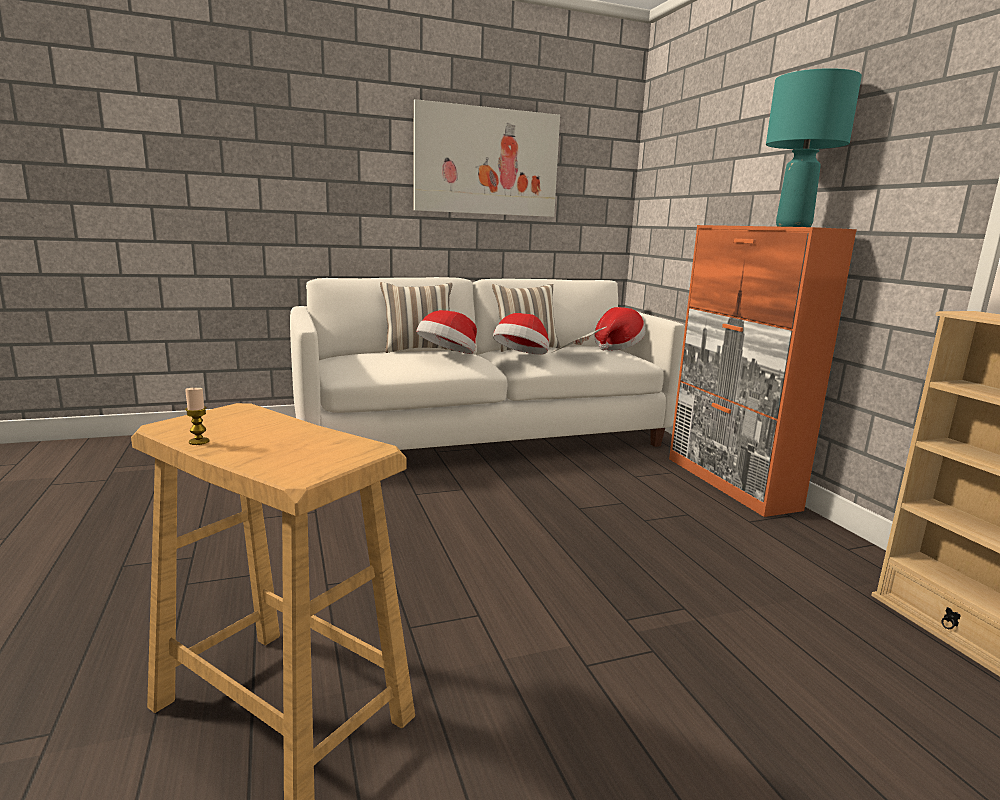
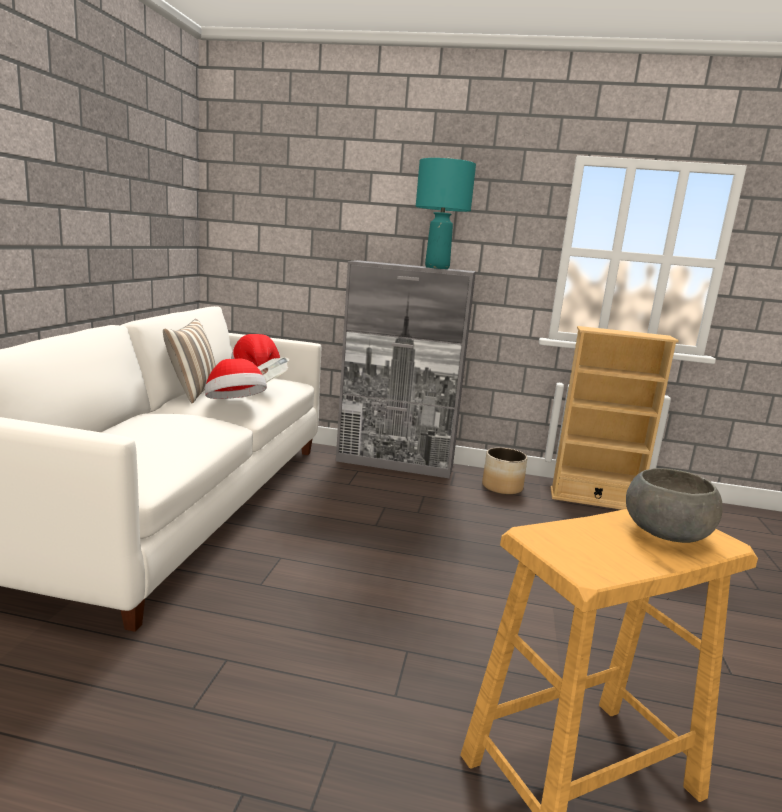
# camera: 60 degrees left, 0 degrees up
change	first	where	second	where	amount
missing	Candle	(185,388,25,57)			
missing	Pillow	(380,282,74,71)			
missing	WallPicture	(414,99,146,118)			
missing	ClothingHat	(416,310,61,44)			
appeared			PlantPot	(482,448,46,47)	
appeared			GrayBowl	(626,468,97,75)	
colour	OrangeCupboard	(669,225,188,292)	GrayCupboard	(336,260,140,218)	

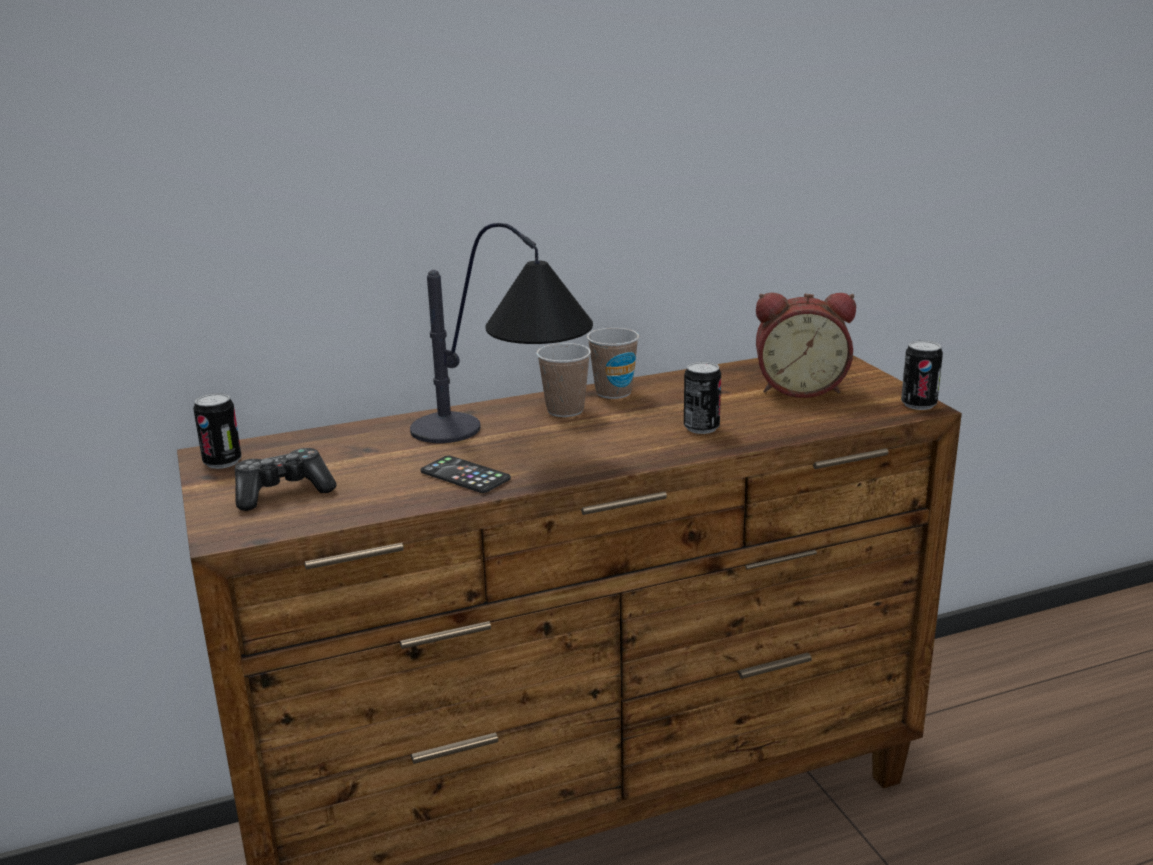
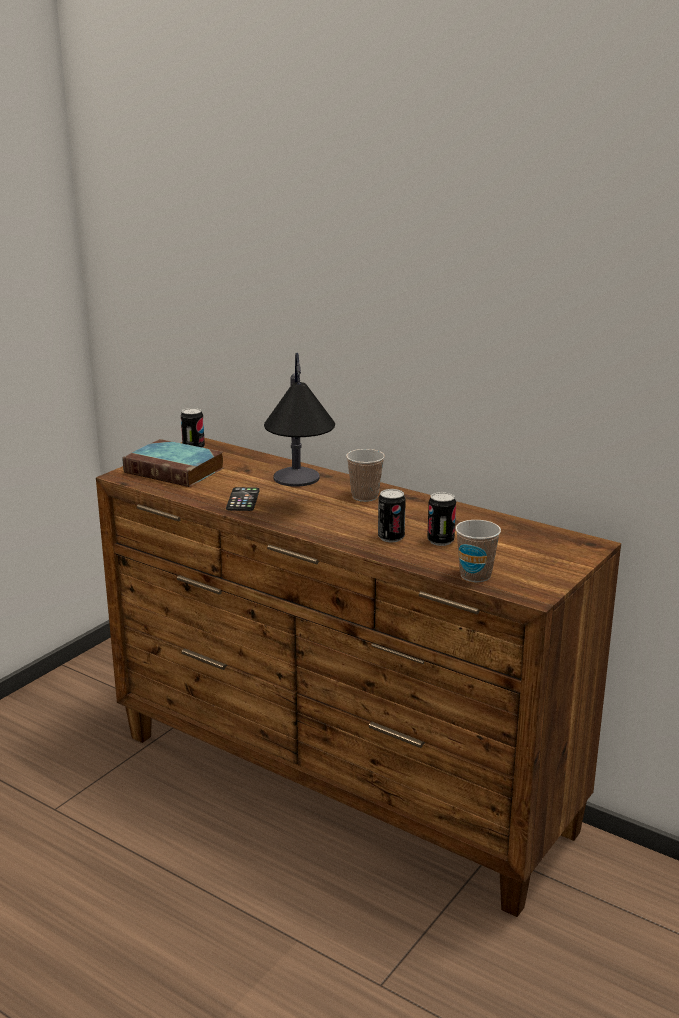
# camera: 55 degrees right, 0 degrees up
change	first	where	second	where	amount
missing	BedsideClock	(756,293,100,105)			
relocated	SmallCup	(587,328,52,71)		(455,520,46,62)	
relocated	MetalCan	(901,340,42,70)		(427,492,29,54)	
exchanged	GameController	(235,448,101,63)	BoundBook	(123,439,100,48)	

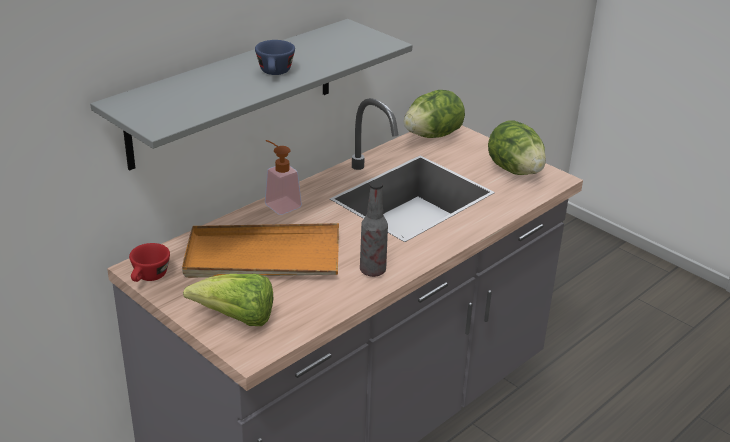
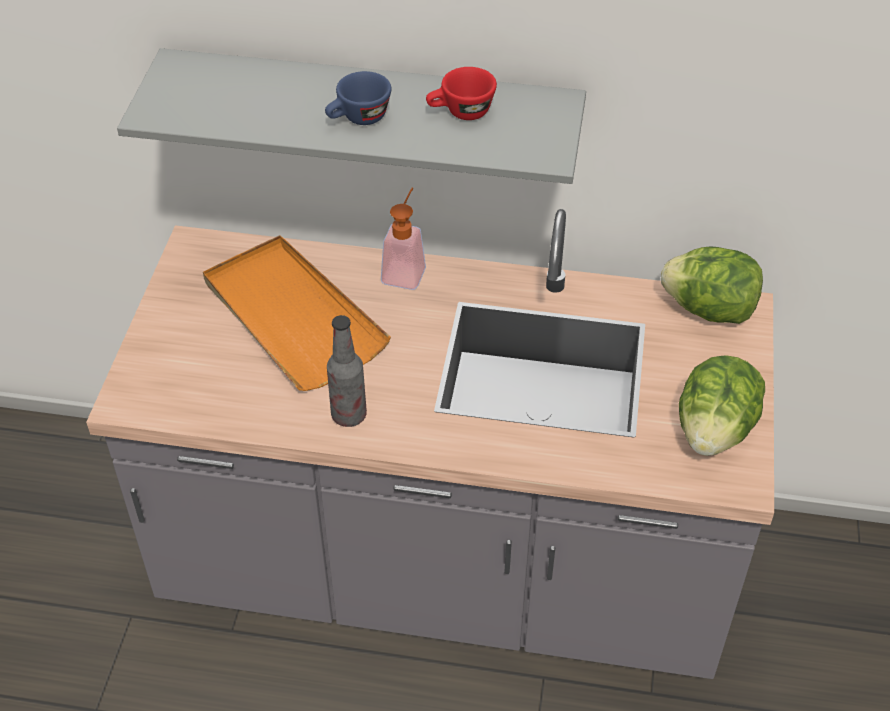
# camera: 55 degrees right, 15 degrees up
change	first	where	second	where	amount
missing	Lettuce	(183,274,90,52)			
relocated	ReddishSmallCup	(129,243,41,39)		(426,67,71,53)	

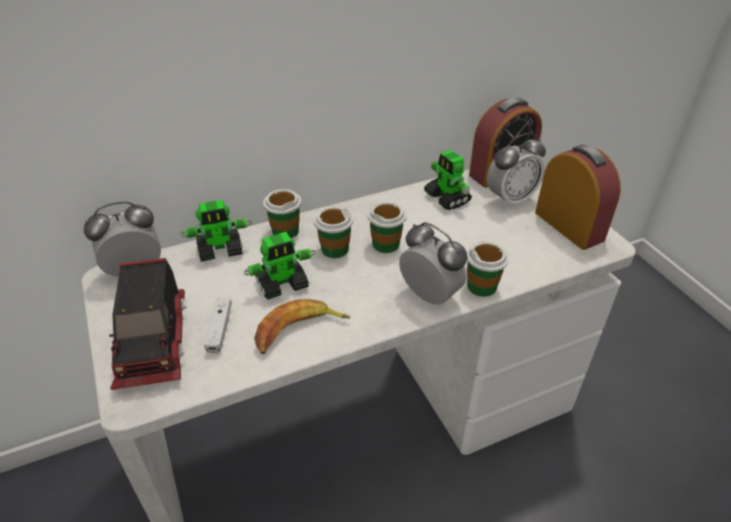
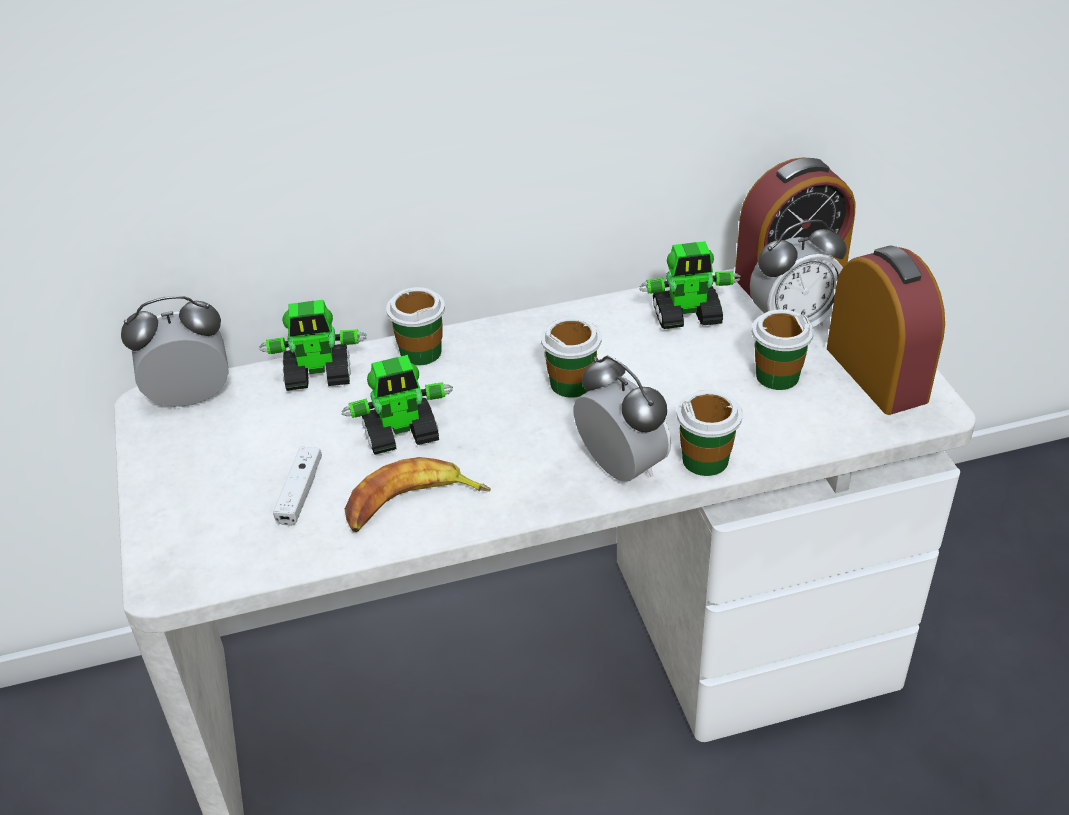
# camera: 10 degrees right, 0 degrees up
change	first	where	second	where	amount
missing	ModelTruck	(109,258,77,132)			
relocated	SmallCup	(314,206,39,52)		(752,309,62,81)	
spun	ToyRobot	(424,150,48,60)		(639,241,102,88)	75 degrees counterclockwise

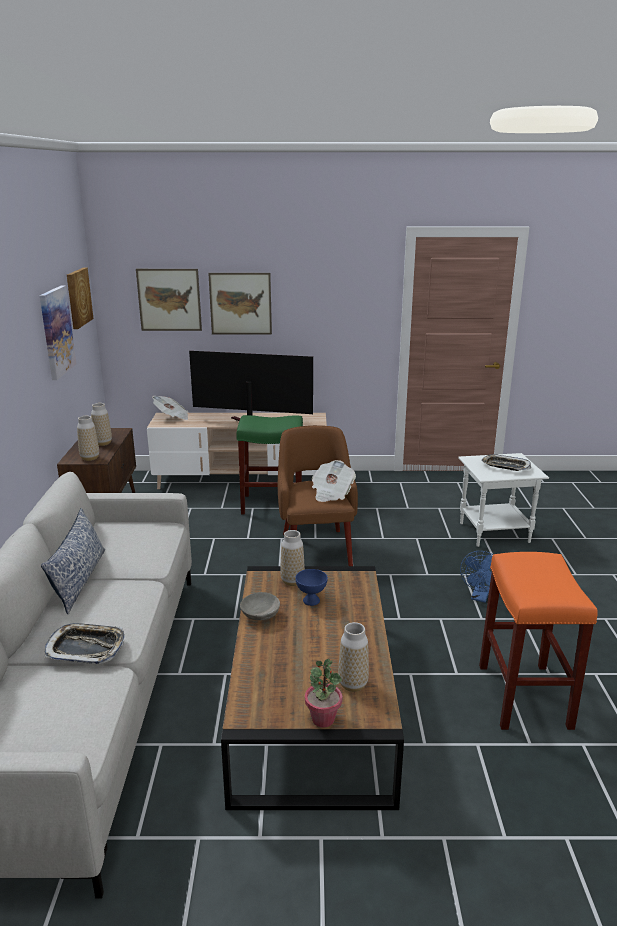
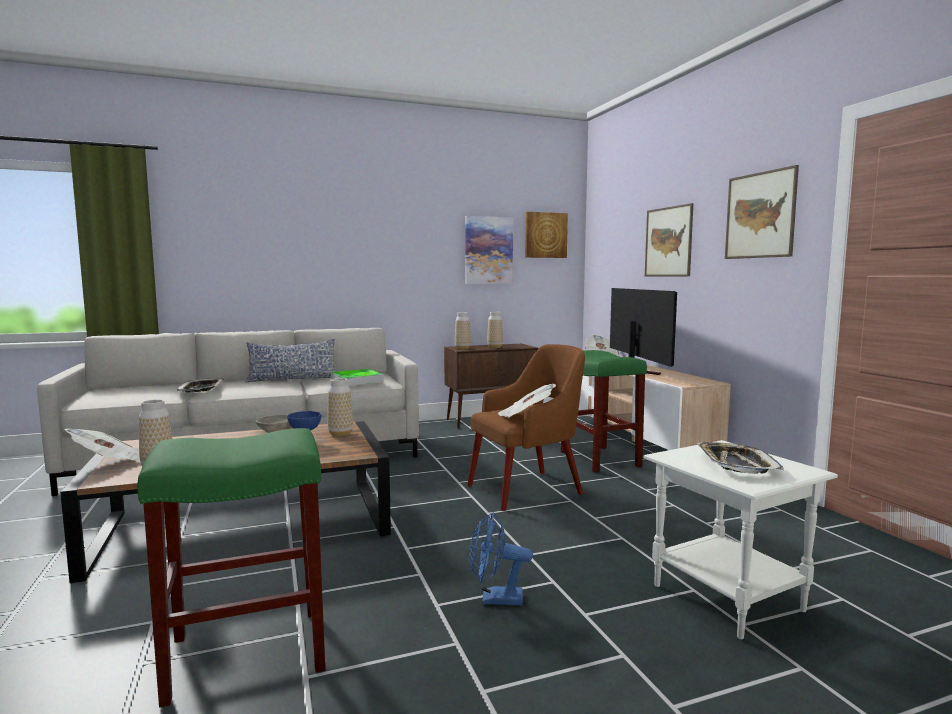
# camera: 70 degrees right, 15 degrees down
change	first	where	second	where	amount
appeared			ServingTray	(331,369,52,17)	
relocated	WallPicture	(136,269,66,62)		(725,165,74,94)	
exchanged	PlantInAPot	(305,659,37,69)	Newspaper	(65,429,75,33)	
colour	OrangeSittingStool	(479,552,119,178)	GreenColouredSittingStool	(137,428,188,279)	

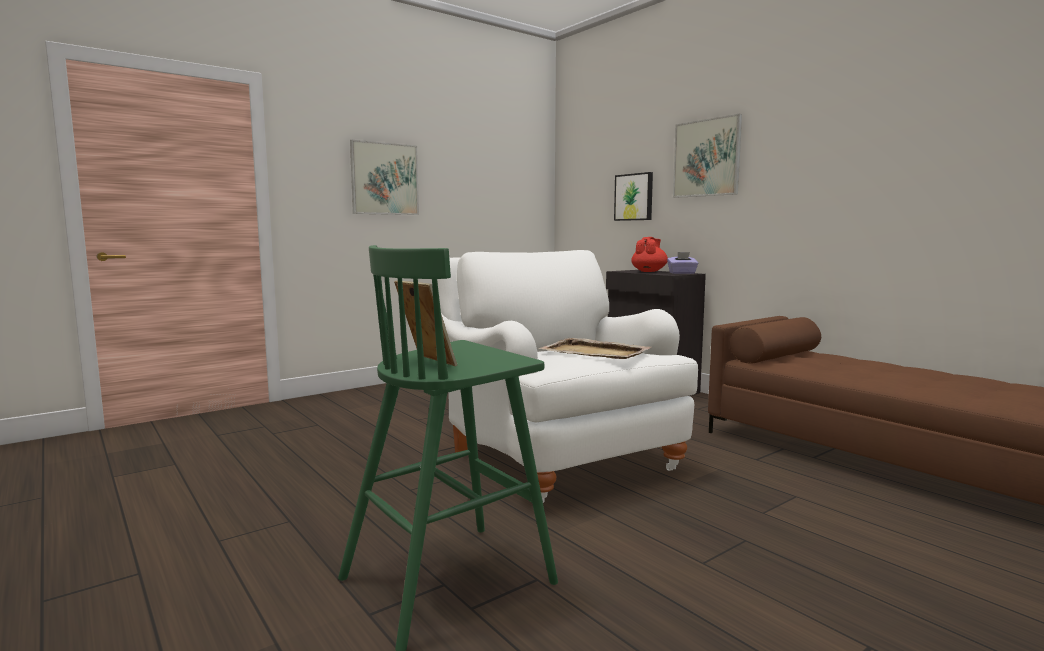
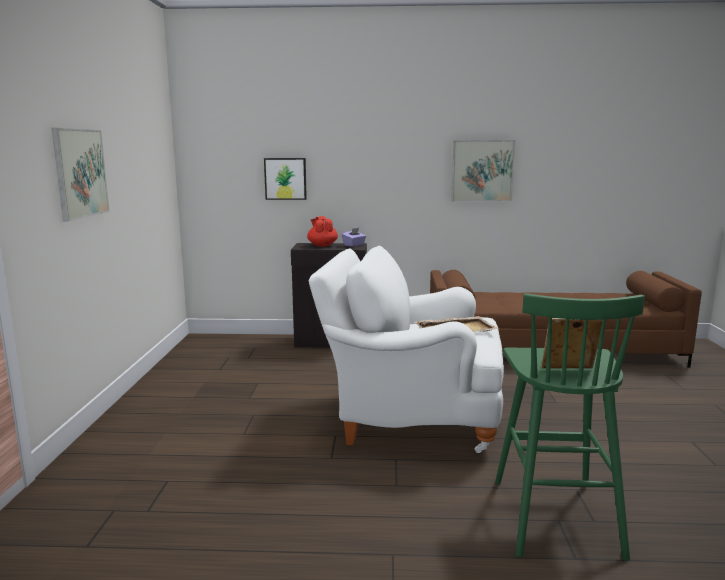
# camera: 50 degrees left, 5 degrees up
change	first	where	second	where	amount
relocated	WallPicture	(673,114,69,84)		(451,140,64,62)	

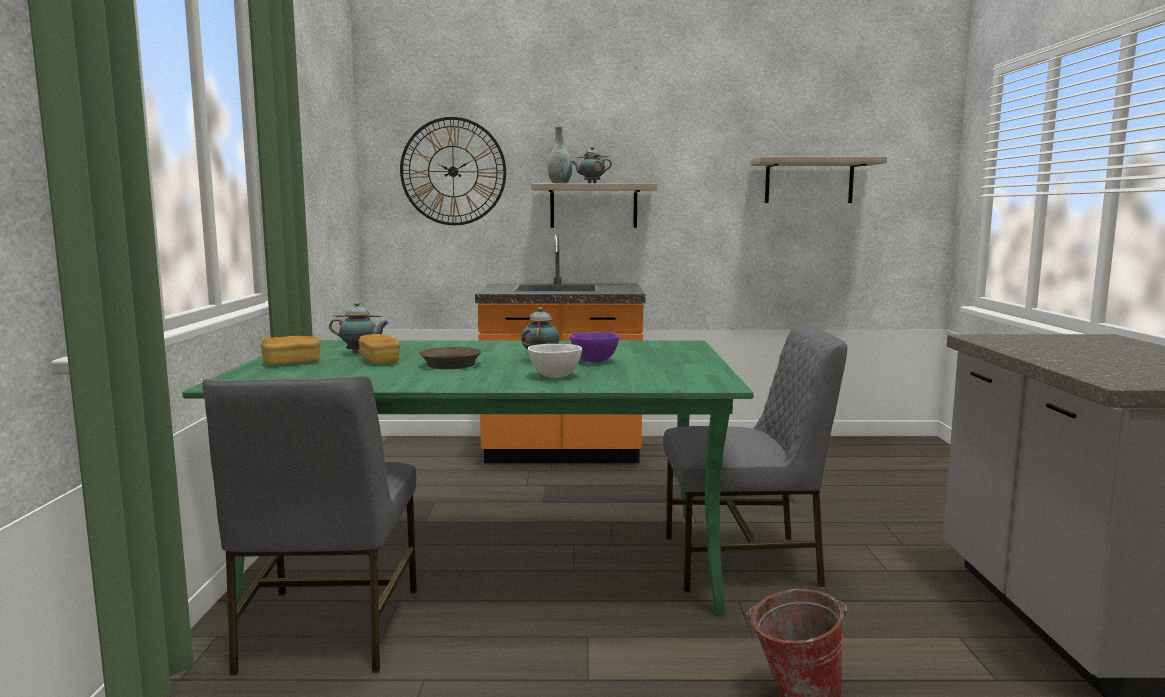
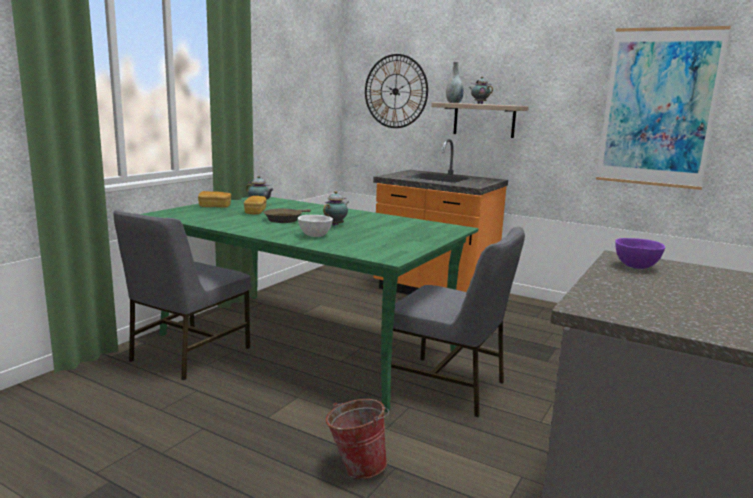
# camera: 30 degrees right, 5 degrees up
change	first	where	second	where	amount
relocated	PurpleBowl	(570,332,49,30)		(615,238,50,31)	
exchanged	Shelf	(750,157,137,46)	WallPicture	(596,26,135,164)	

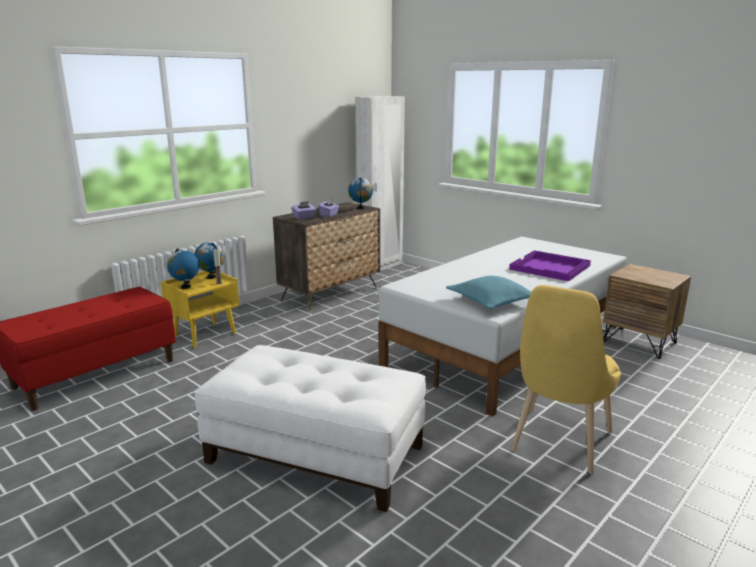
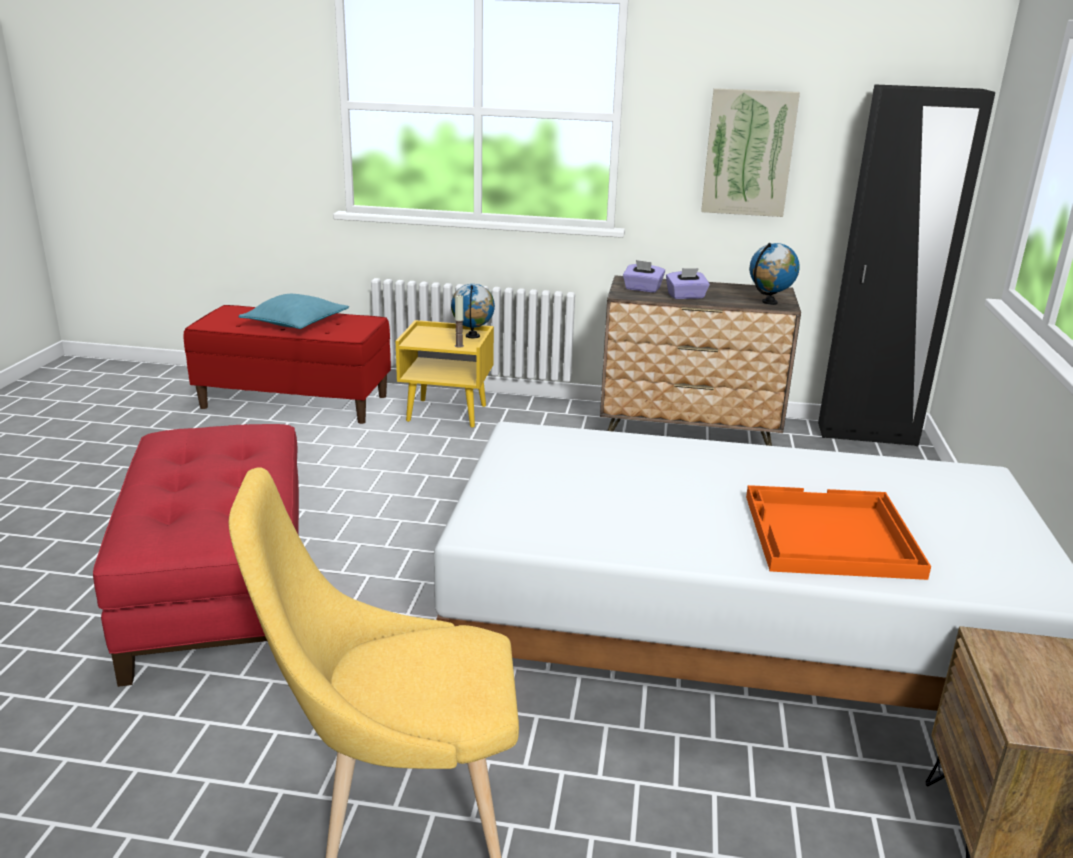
# camera: 55 degrees right, 5 degrees up
change	first	where	second	where	amount
missing	DeskGlobe	(167,248,32,41)			
appeared			WallPicture	(701,88,99,129)	
relocated	TurquoisePillow	(446,276,86,33)		(239,294,110,35)	
colour	WhiteColouredPouffe	(195,345,231,167)	ReddishPouffe	(93,424,206,263)	
colour	WhiteColouredArmoire	(355,96,50,174)	BlackishArmoire	(818,84,177,362)	
colour	PurpleServingTray	(509,250,82,31)	OrangeServingTray	(746,485,185,95)	

